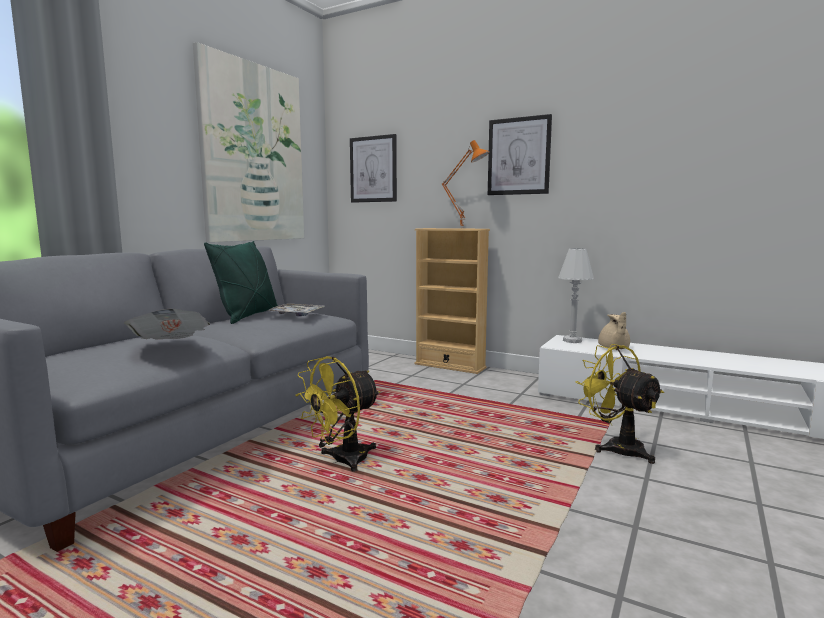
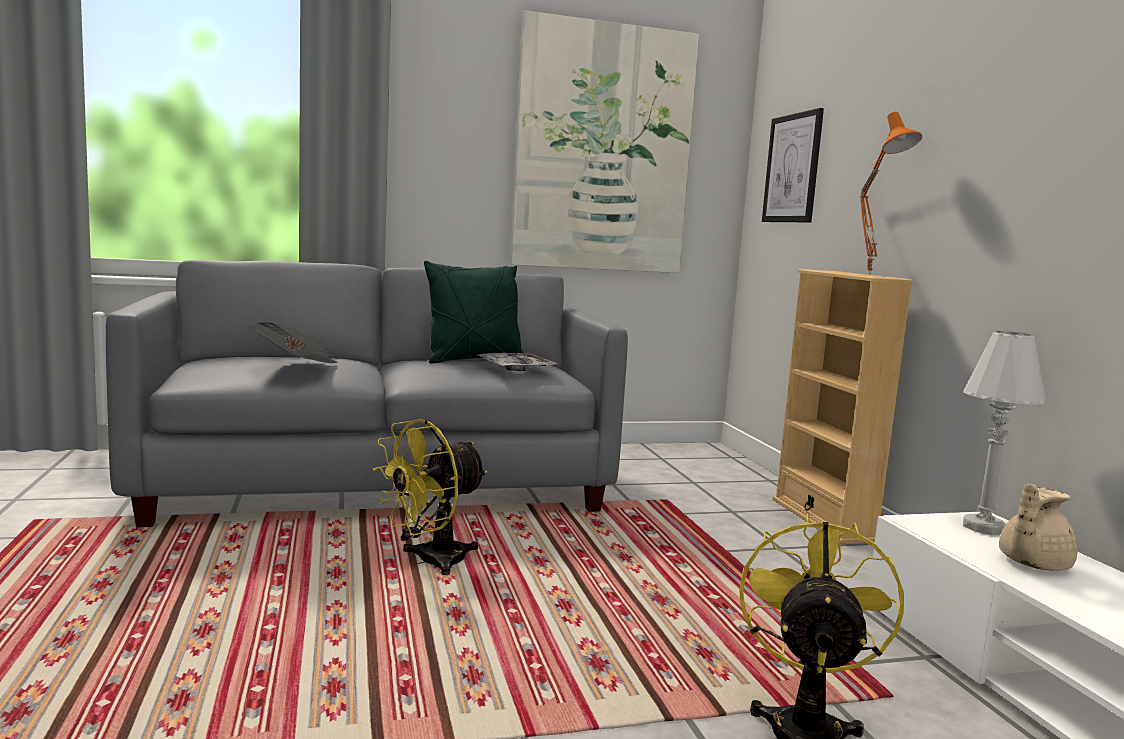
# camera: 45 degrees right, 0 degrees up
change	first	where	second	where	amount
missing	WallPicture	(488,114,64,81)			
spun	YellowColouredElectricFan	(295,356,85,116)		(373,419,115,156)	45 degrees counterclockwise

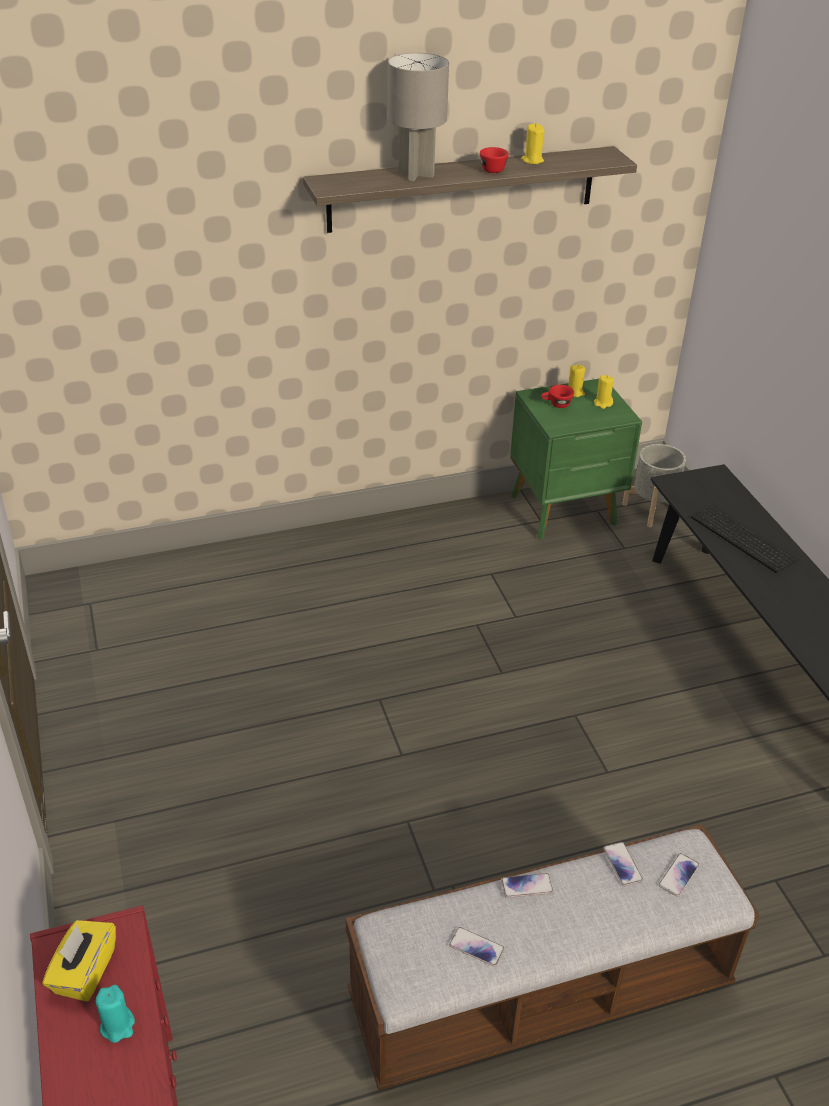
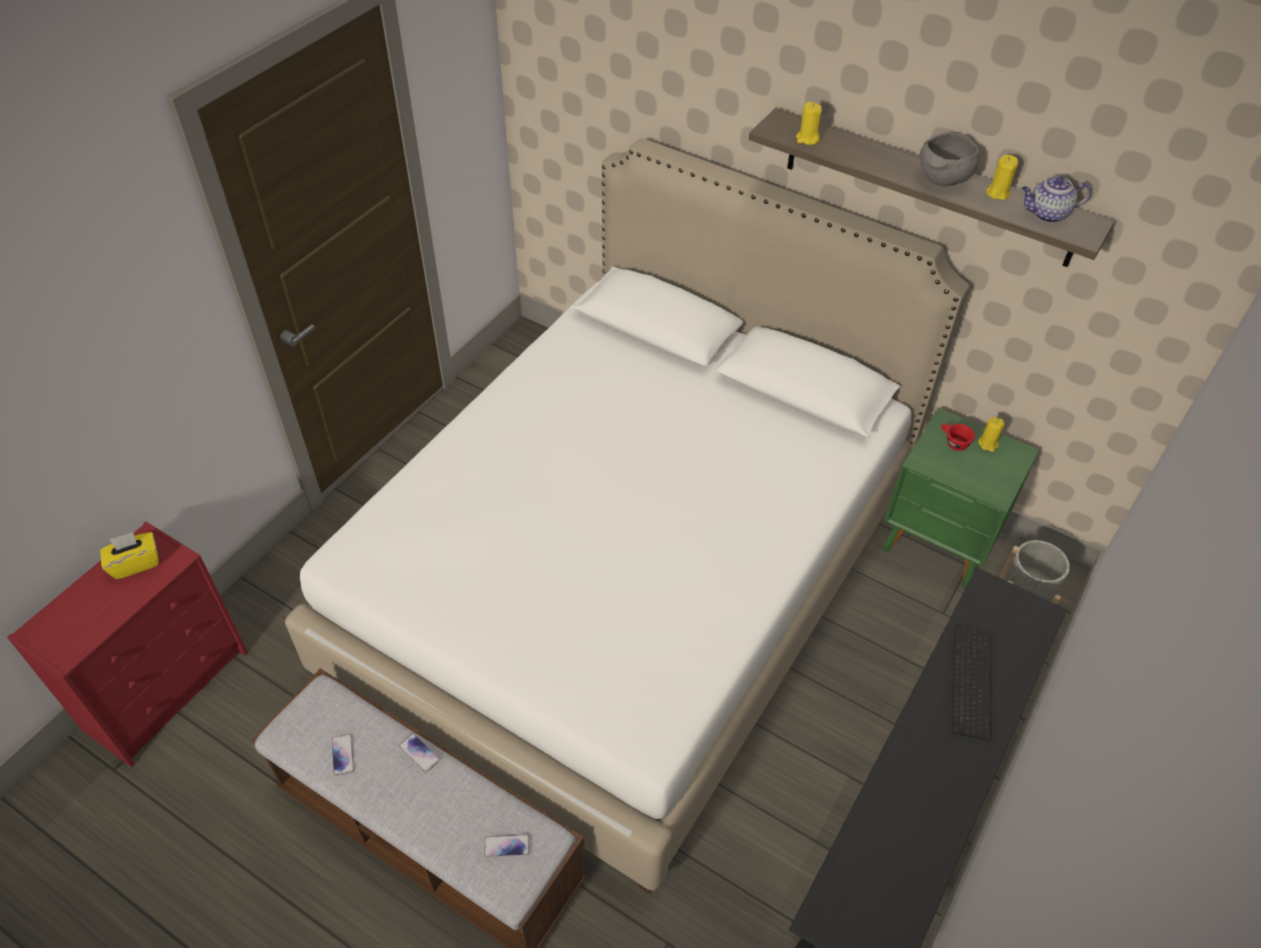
# camera: 50 degrees right, 10 degrees up
change	first	where	second	where	amount
missing	TurquoiseCandle	(96,985,39,58)			
missing	GrayTableLamp	(387,53,62,128)			
missing	Handset	(603,842,40,44)			
appeared			WhiteColouredSleepingBed	(285,138,685,756)	
appeared			PotForTea	(1022,176,69,47)	
relocated	YellowColouredCandle	(594,375,20,34)		(796,102,26,43)	
exchanged	ReddishSmallCup	(480,147,29,26)	GrayBowl	(920,132,60,54)	

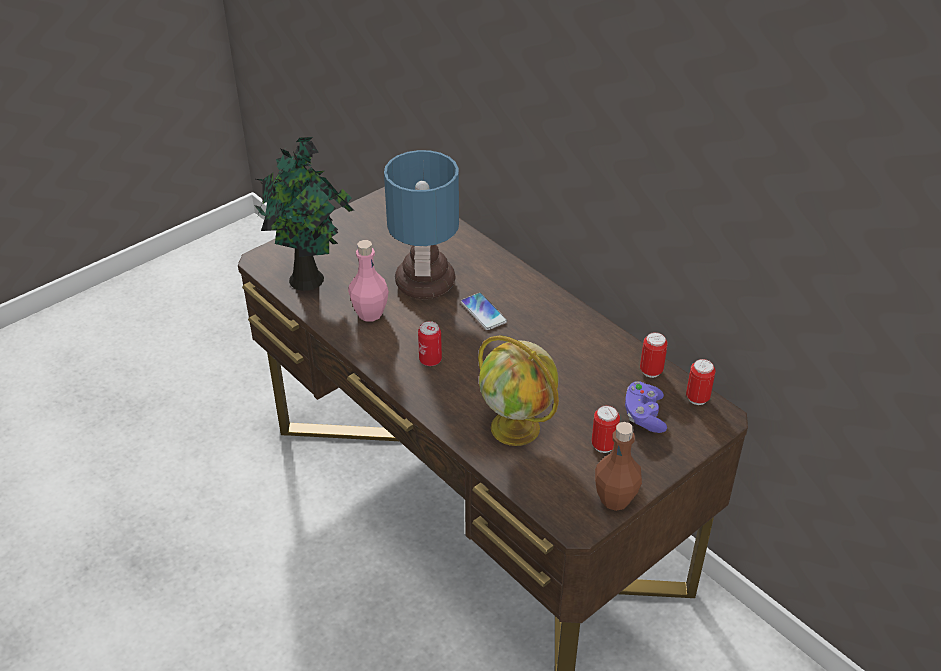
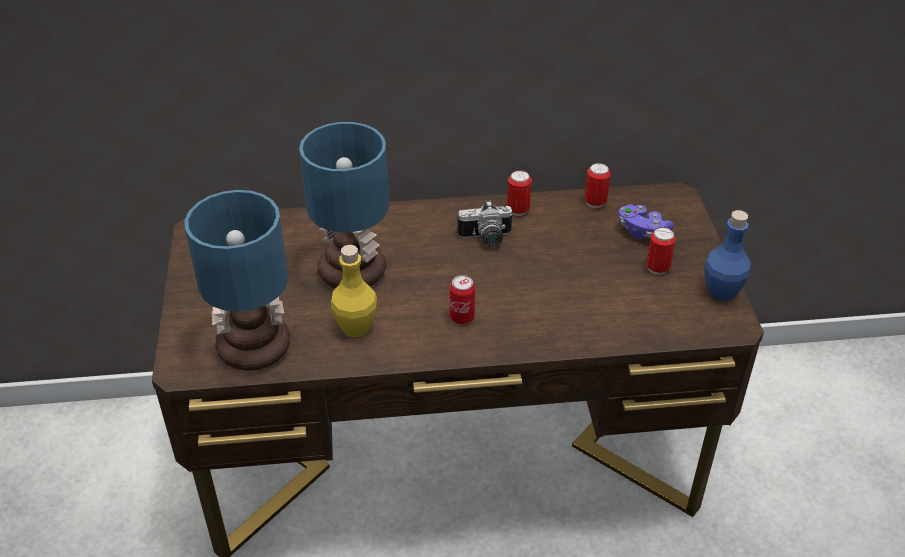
# camera: 55 degrees left, 0 degrees up
change	first	where	second	where	amount
missing	Handset	(461,293,46,37)			
missing	DeskGlobe	(478,335,81,111)			
appeared			PhotoCamera	(457,201,55,47)	
relocated	MetalCan	(686,359,30,46)		(507,170,25,46)	
exchanged	PlantInAPot	(254,137,100,154)	TableLamp	(185,190,105,181)	
colour	PinkBottle	(348,240,41,81)	YellowColouredBottle	(331,245,46,92)	
colour	BrownishBottle	(595,422,47,89)	BluishBottle	(705,210,46,91)	

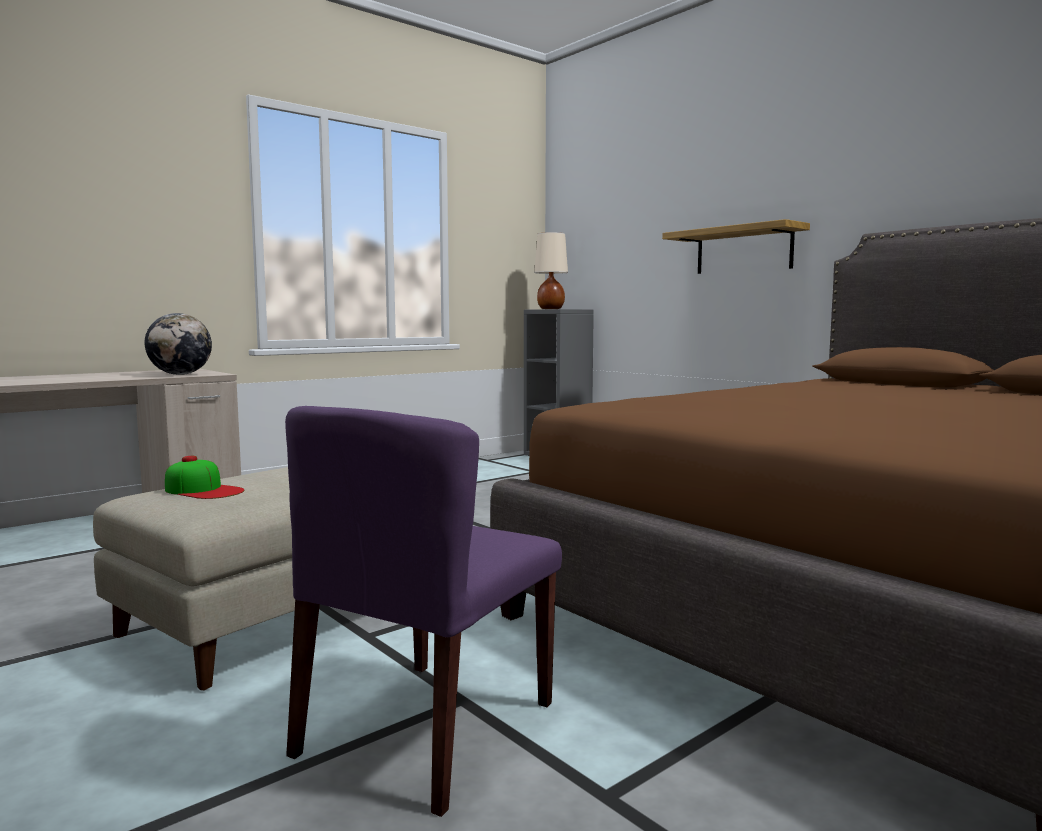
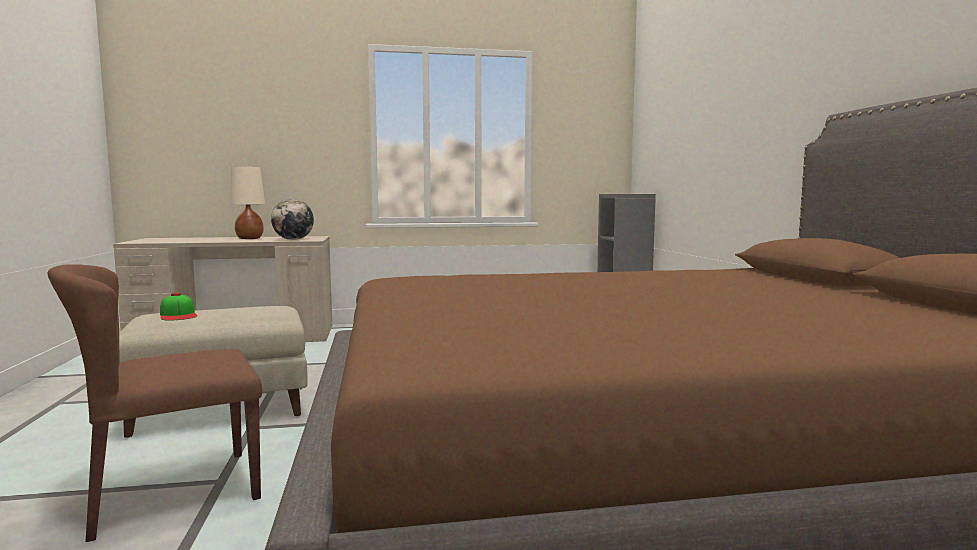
# camera: 30 degrees right, 0 degrees up
change	first	where	second	where	amount
missing	Shelf	(662,219,148,55)			
relocated	SandColouredTableLamp	(534,232,34,77)		(230,166,35,73)	
colour	PurplePlainChair	(285,406,277,411)	BrownishPlainChair	(48,264,214,278)	

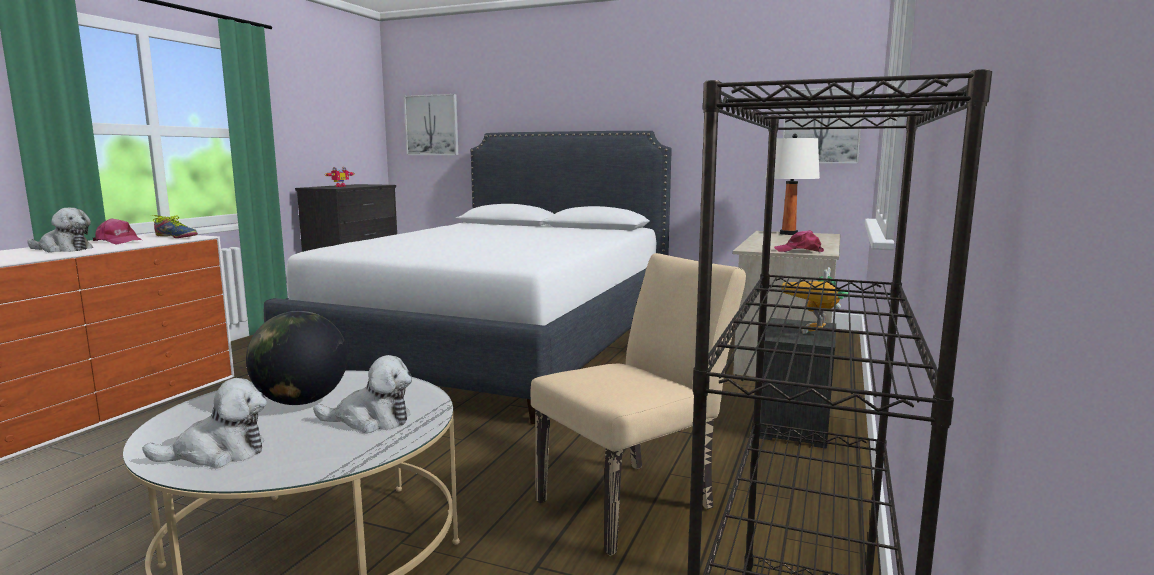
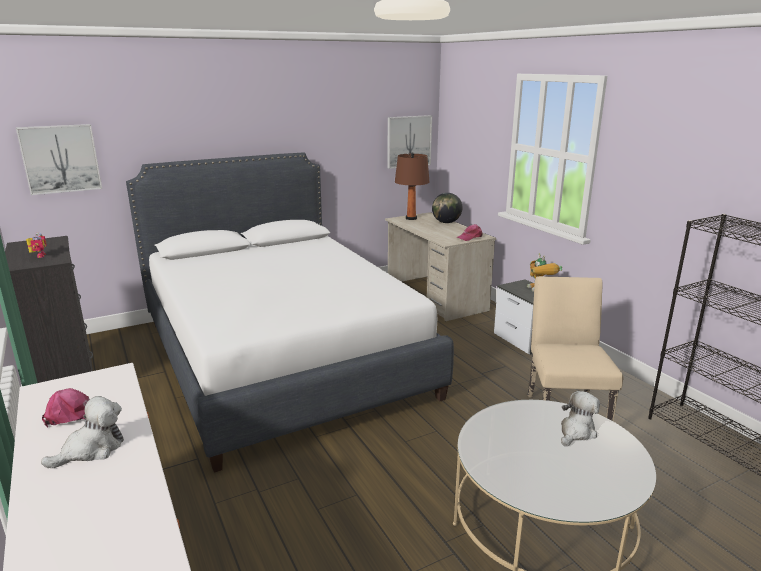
# camera: 50 degrees left, 10 degrees up
change	first	where	second	where	amount
missing	PlushToy	(142,378,125,90)			
missing	Shoe	(151,215,47,23)			
relocated	DeskGlobe	(246,311,102,94)		(432,193,30,30)	
colour	WhiteColouredTableLamp	(765,134,55,101)	BrownishTableLamp	(395,152,34,68)	

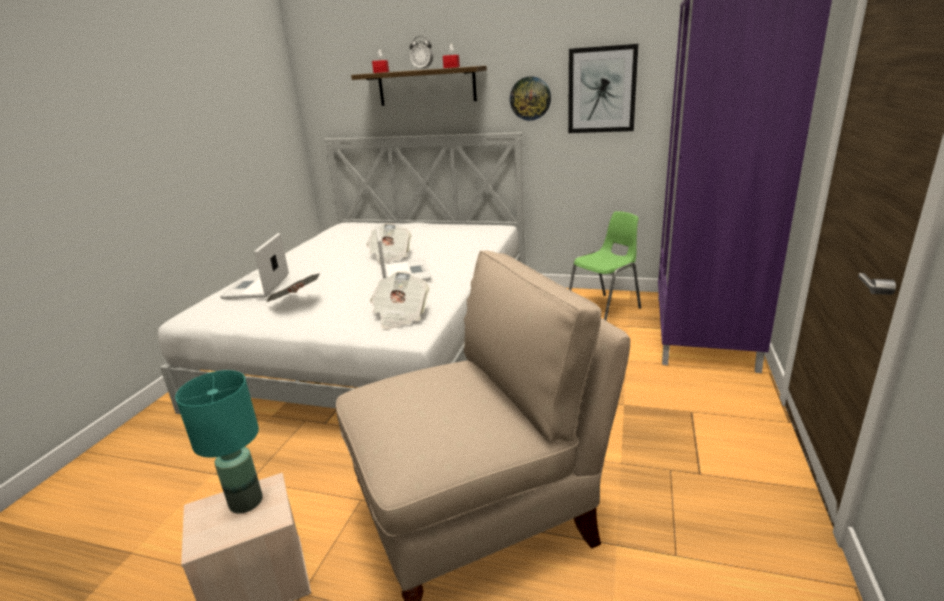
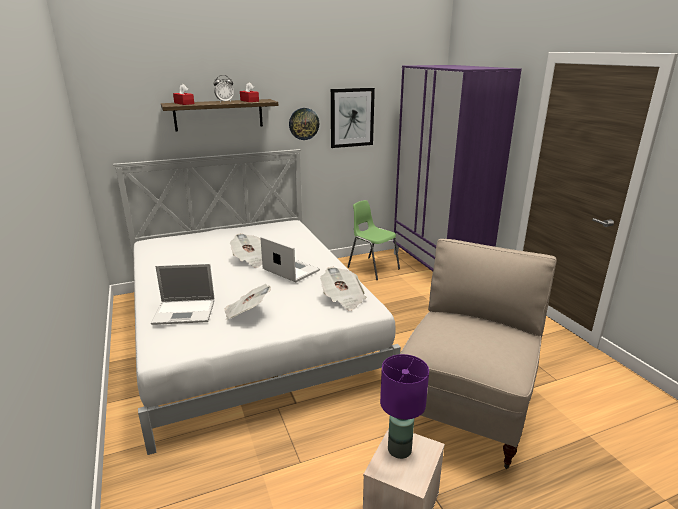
# camera: 40 degrees left, 0 degrees up
change	first	where	second	where	amount
colour	TurquoiseTableLamp	(175,370,88,143)	PurpleTableLamp	(380,354,49,105)	
spun	PortableComputer	(220,233,69,66)		(151,263,63,62)	60 degrees counterclockwise
spun	GreenColouredPlainChair	(569,211,72,110)		(347,200,53,80)	60 degrees counterclockwise

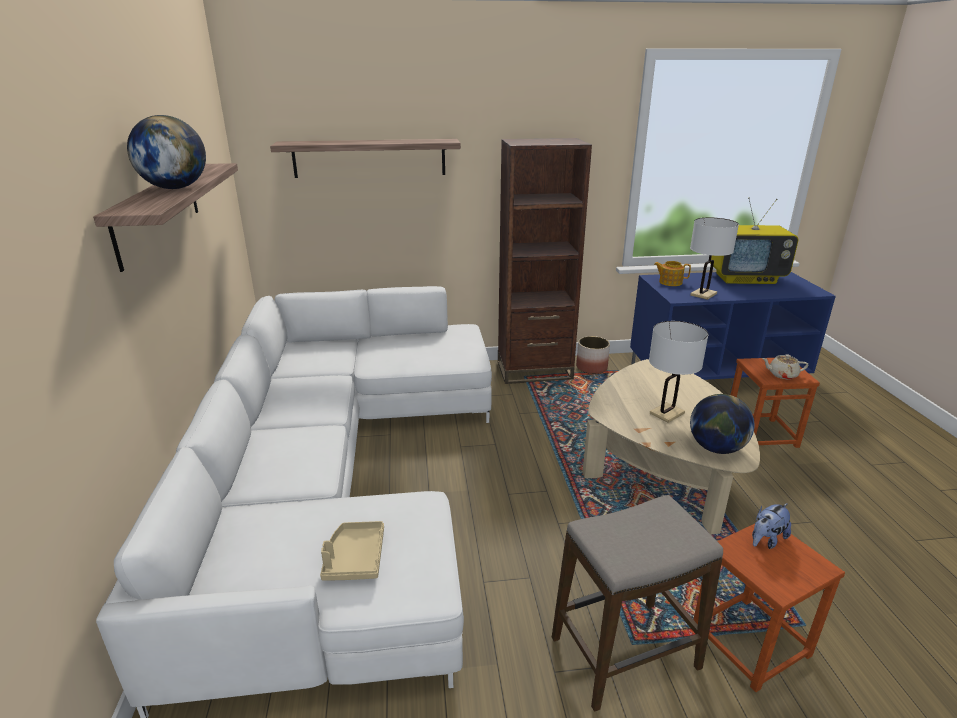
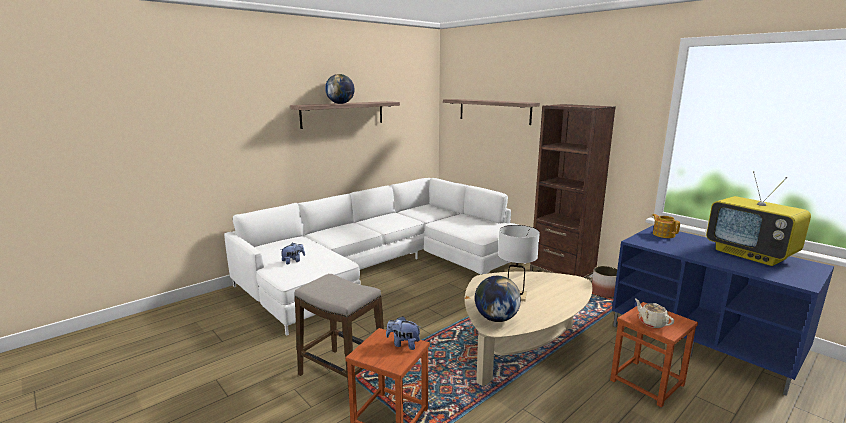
# camera: 55 degrees right, 10 degrees down
change	first	where	second	where	amount
missing	WhiteColouredTableLamp	(690,217,49,83)			
exchanged	SandColouredServingTray	(320,521,64,60)	PlushToy	(280,243,25,21)	

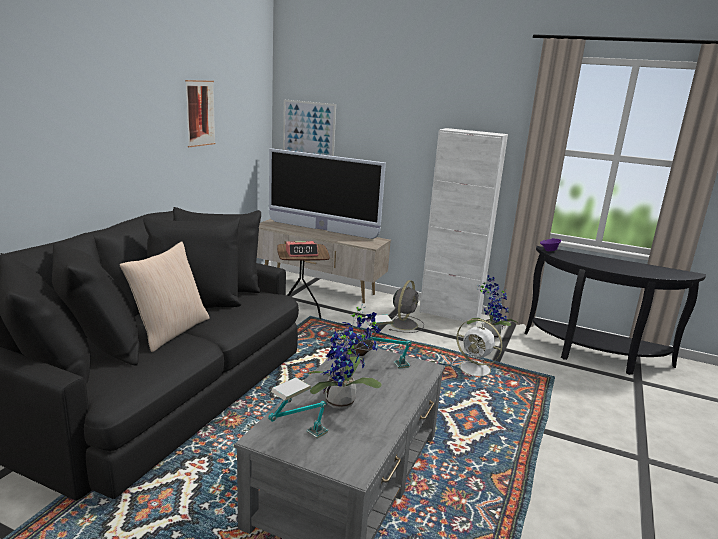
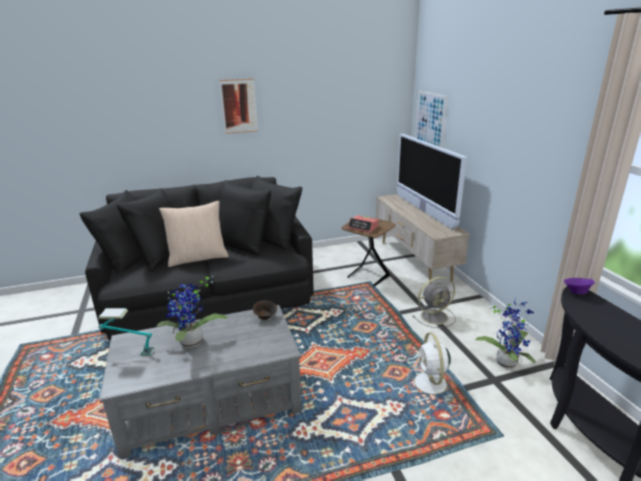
# camera: 50 degrees right, 5 degrees up
change	first	where	second	where	amount
missing	TableLamp	(360,315,52,53)			
missing	WhiteColouredCupboard	(419,128,89,197)			
relocated	WallPicture	(185,80,30,67)		(220,79,38,55)	

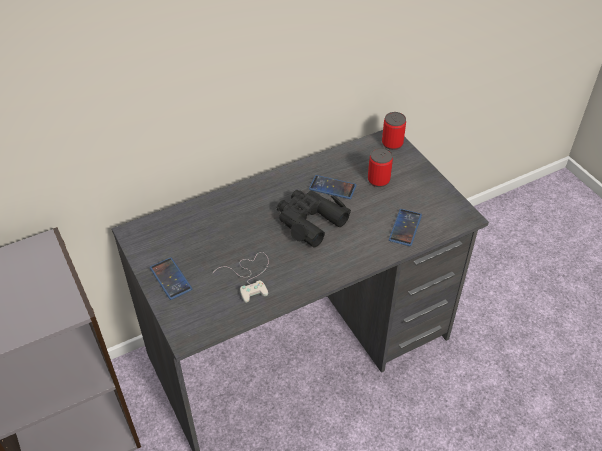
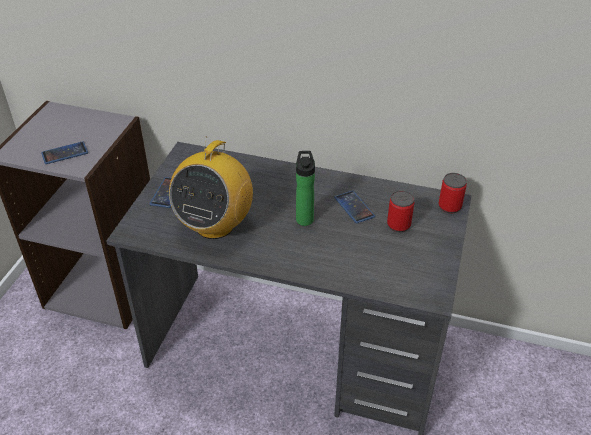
# camera: 45 degrees right, 5 degrees down
change	first	where	second	where	amount
relocated	Handset	(389,209,33,37)		(41,141,47,23)	
exchanged	WhiteColouredGameController	(212,252,57,51)	RadioSet	(169,137,84,102)	
exchanged	BlackishBinoculars	(276,190,75,57)	Bottle	(296,151,19,75)	

